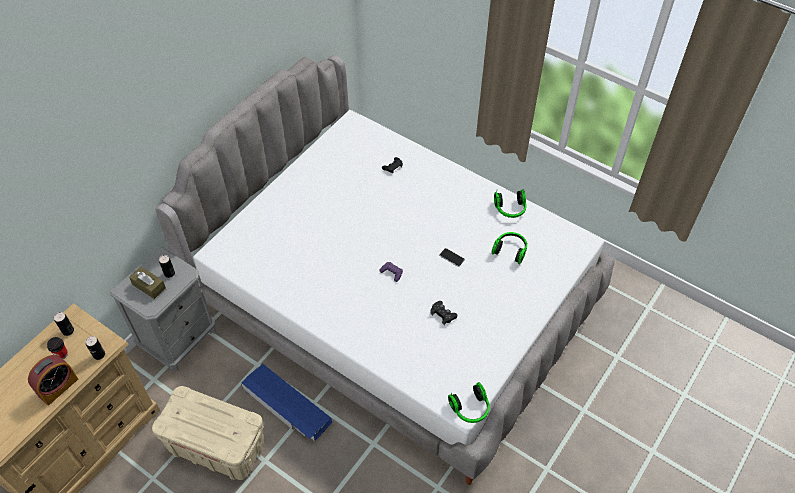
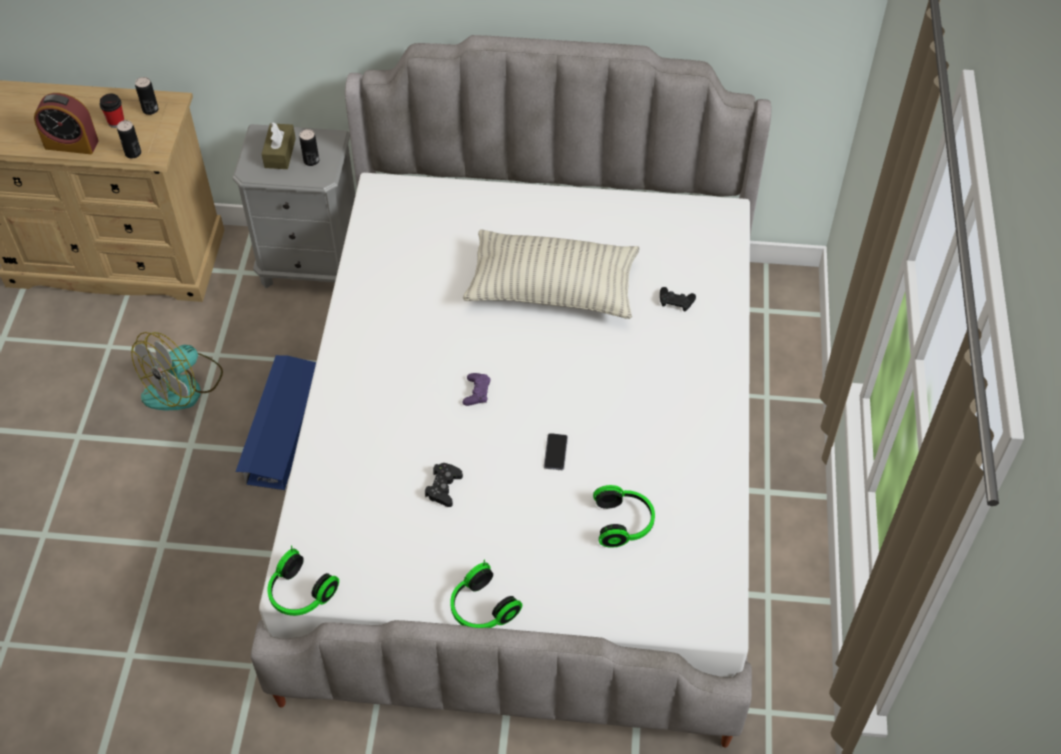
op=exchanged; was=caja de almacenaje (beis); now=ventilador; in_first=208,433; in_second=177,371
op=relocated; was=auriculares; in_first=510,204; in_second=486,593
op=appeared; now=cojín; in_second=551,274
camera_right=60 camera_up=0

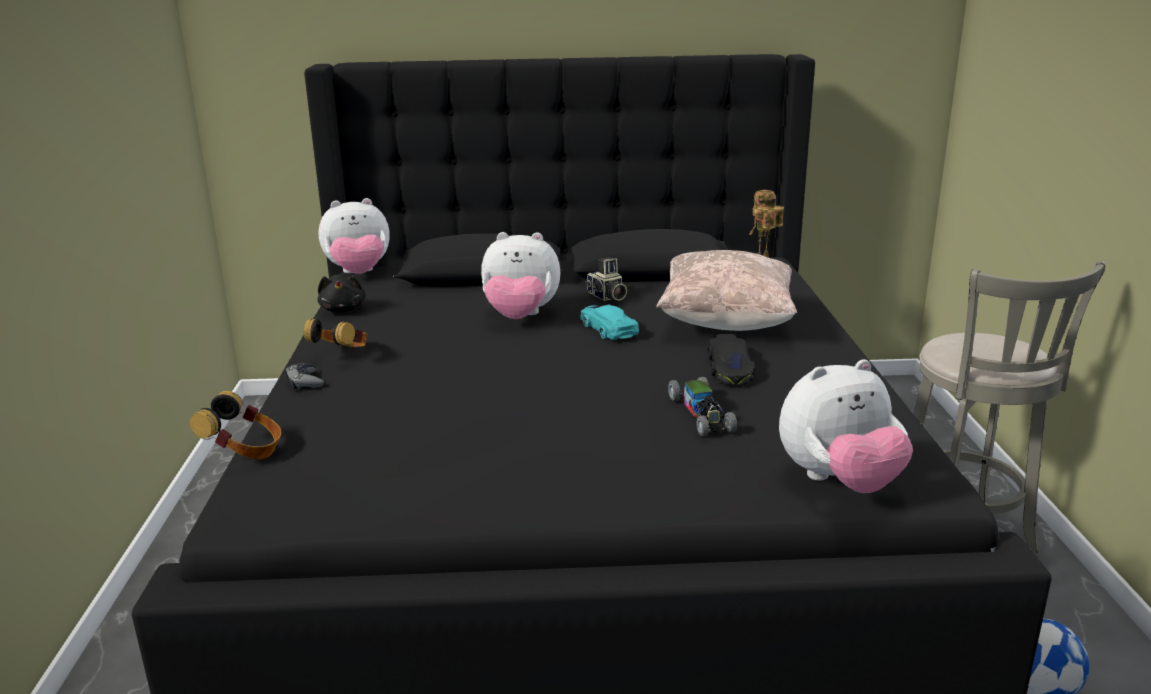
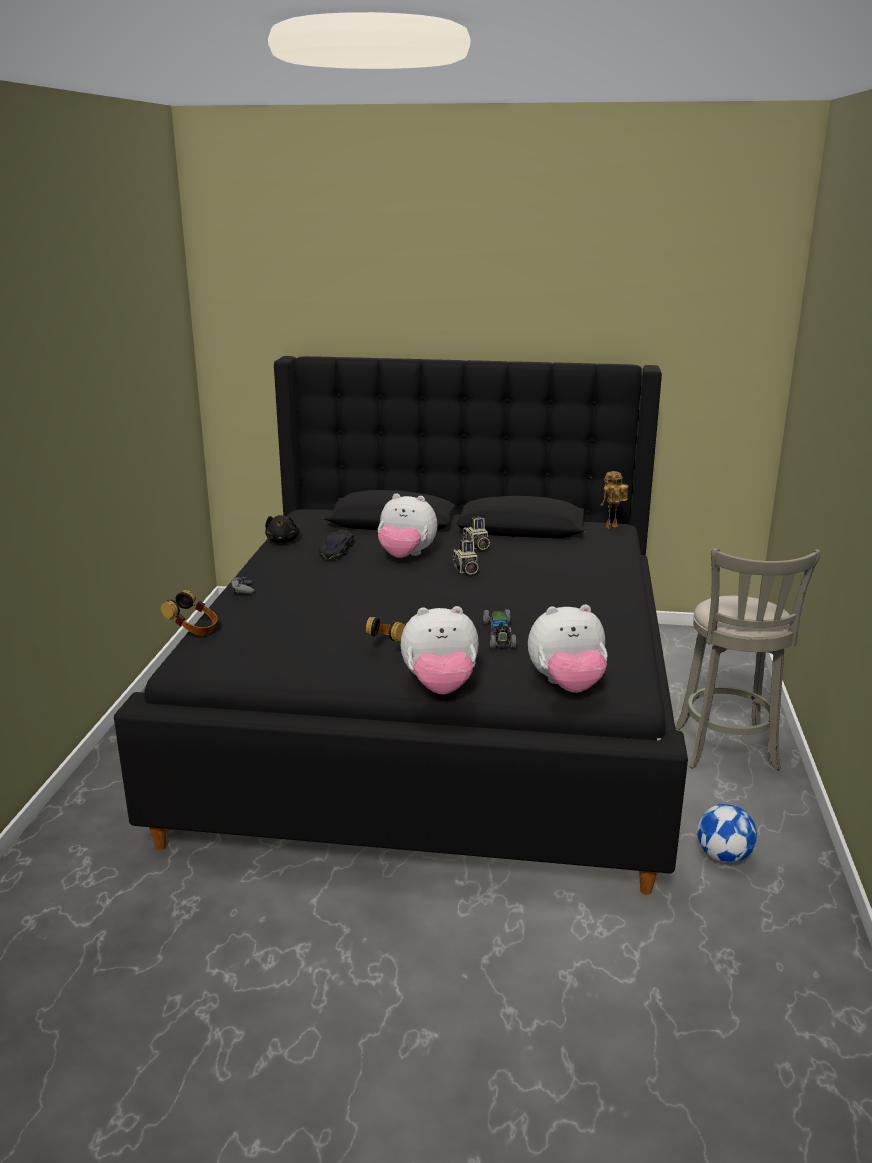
op=relocated; was=coche de juguete (negro); in_first=731,359; in_second=336,545
op=relocated; was=auriculares; in_first=335,333; in_second=386,629
op=relocated; was=peluche; in_first=354,236; in_second=440,650
op=exchanged; was=coche de juguete (turquesa); now=cámara; in_first=609,322; in_second=465,557
op=missing; was=cojín (beis); in_first=726,290
camera_right=10 camera_up=0

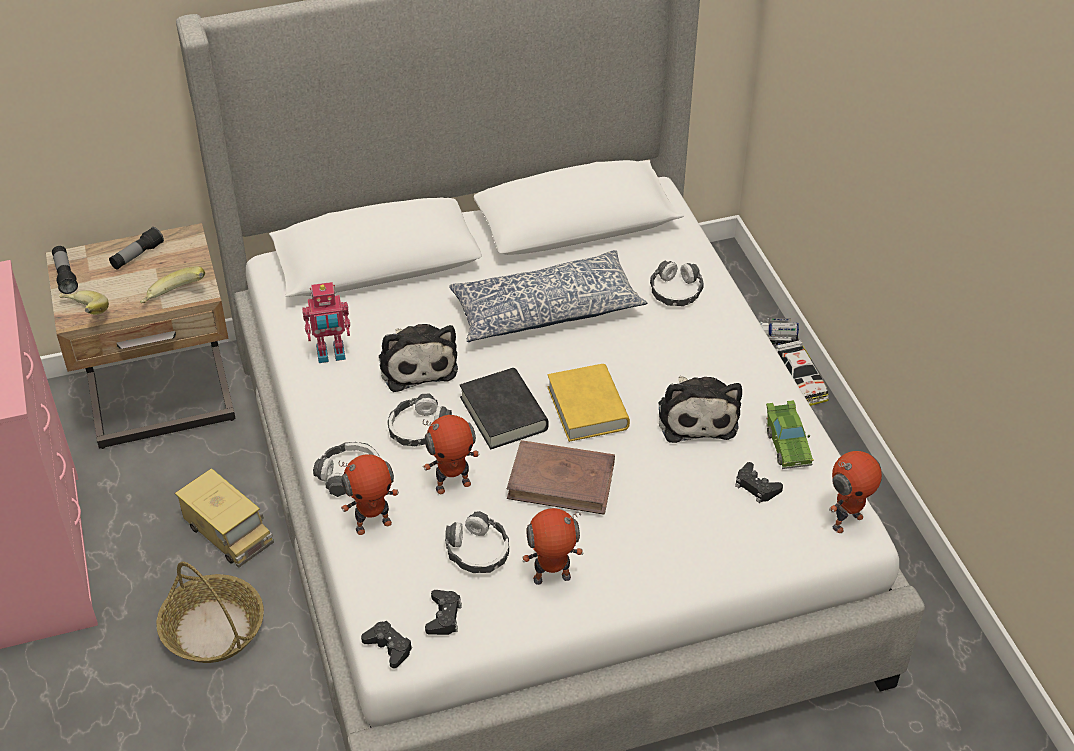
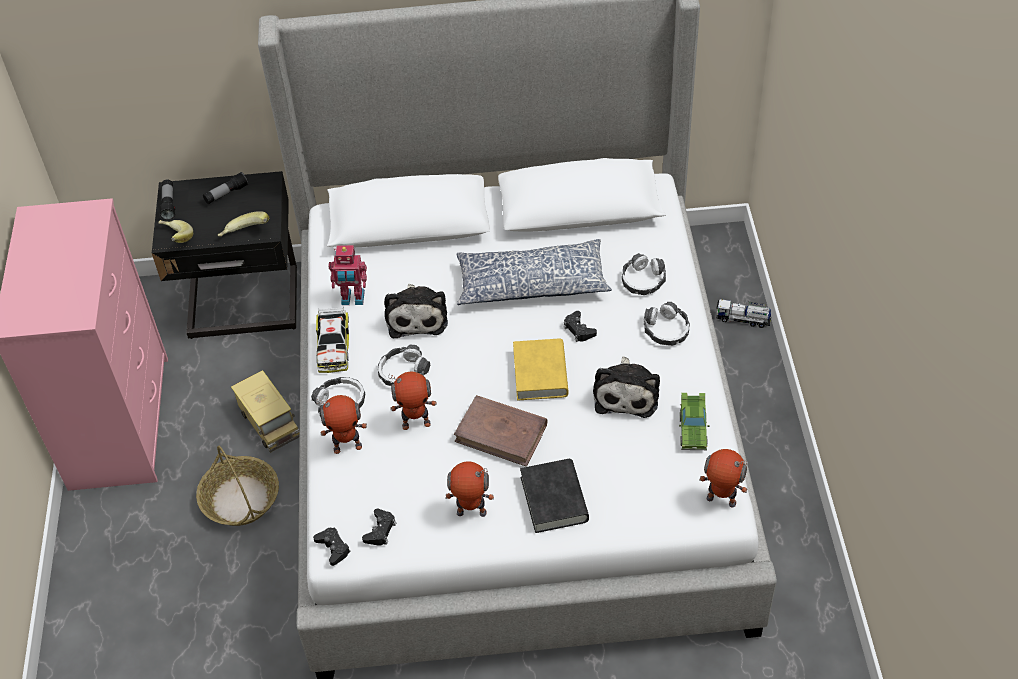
op=colour; was=mesita de noche (beis); now=mesita de noche (negro); in_first=141,336; in_second=224,255
op=relocated; was=coche de juguete; in_first=802,372; in_second=332,339
op=relocated; was=libro (negro); in_first=504,408; in_second=554,496
op=relocated; was=mando de consola (negro); in_first=759,482; in_second=580,326
op=relocated; was=auriculares; in_first=477,542; in_second=667,324
op=spun; was=robot de juguete; in_first=855,492; in_second=723,478; clockwise=-135
camera_right=15 camera_up=5

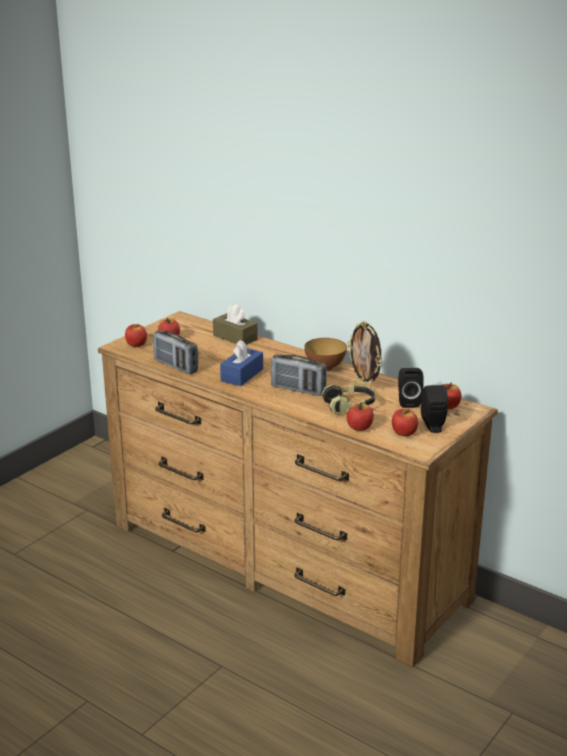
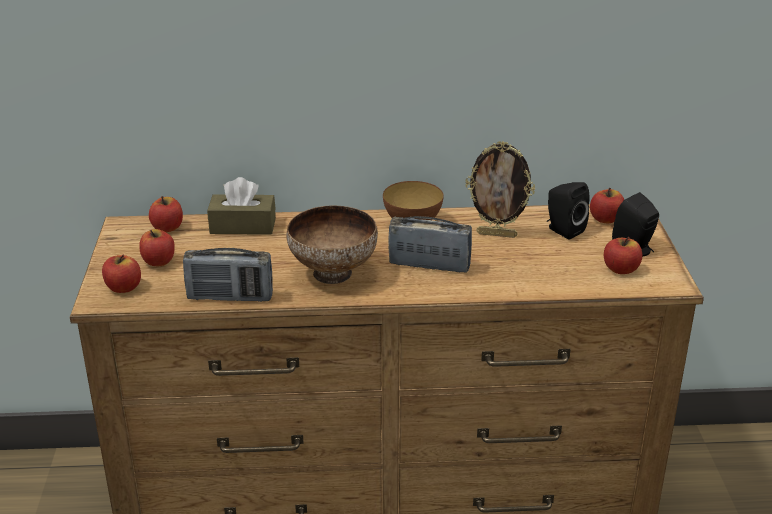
op=relocated; was=manzana; in_first=360,417; in_second=166,214
op=exchanged; was=caja de pañuelos (azul); now=cuenco; in_first=241,363; in_second=332,244
op=spun; was=radio; in_first=299,375; in_second=430,244; clockwise=-150
op=missing; was=auriculares; in_first=348,399
camera_right=-40 camera_up=5

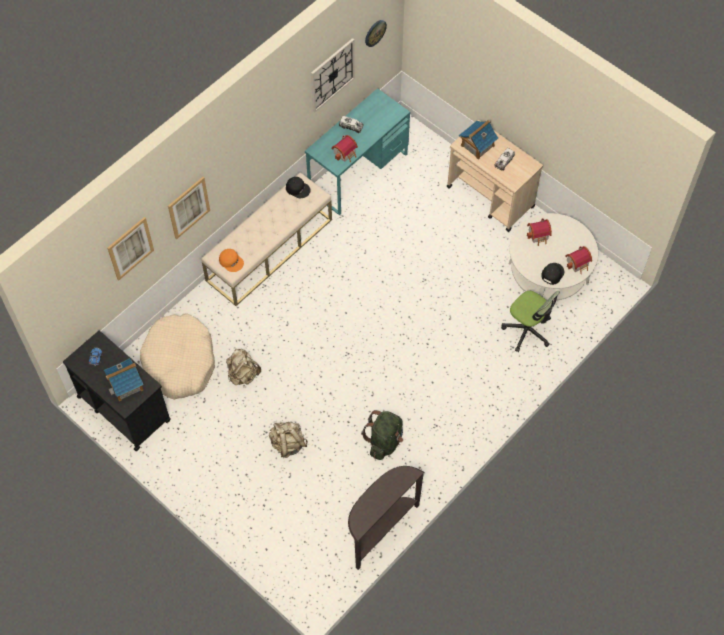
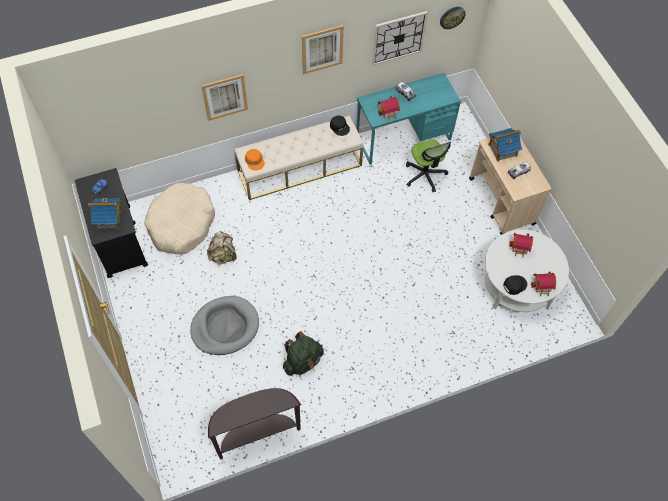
op=exchanged; was=mochila (beis); now=cama para perro (gris); in_first=288,440; in_second=224,325
op=relocated; was=cuadro; in_first=130,248; in_second=323,49
op=relocated; was=silla de oficina; in_first=530,321; in_second=428,165
camera_right=25 camera_up=0

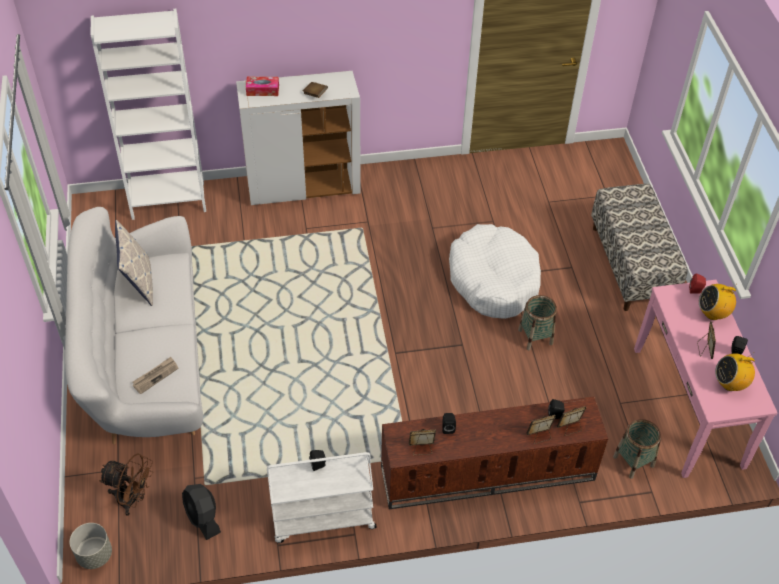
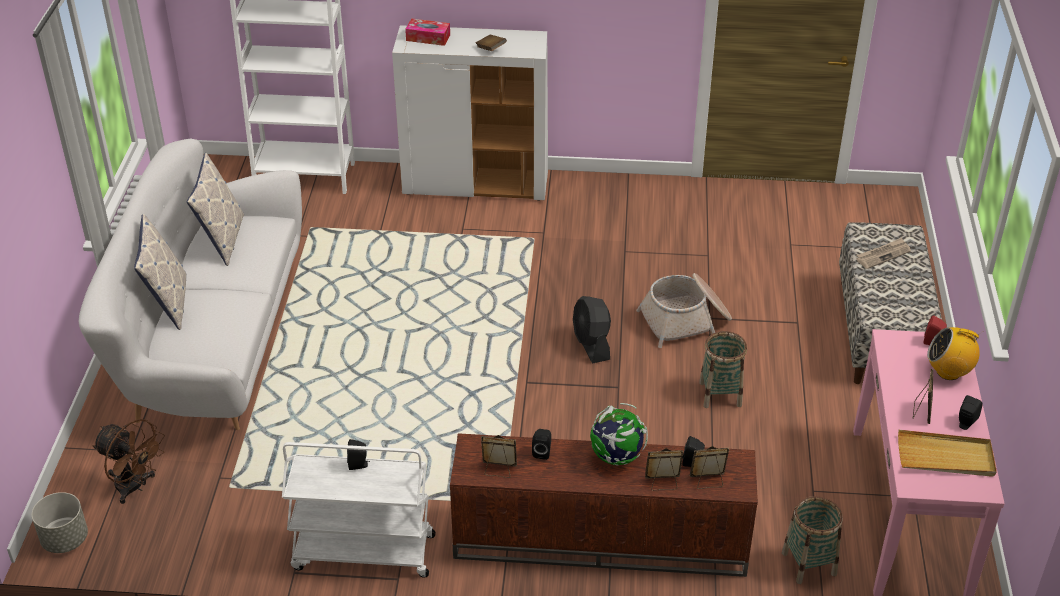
op=appeared; now=cojín; in_second=160,272
op=relocated; was=ventilador (negro); in_first=201,512; in_second=592,330
op=appeared; now=globo terráqueo; in_second=619,434
op=exchanged; was=cama para perro (blanco); now=cesta; in_first=495,271; in_second=684,310
op=relocated; was=periódico; in_first=155,375; in_second=883,253
op=exchanged; was=radio; now=bandeja (beis); in_first=735,372; in_second=947,453
camera_right=15 camera_up=-10

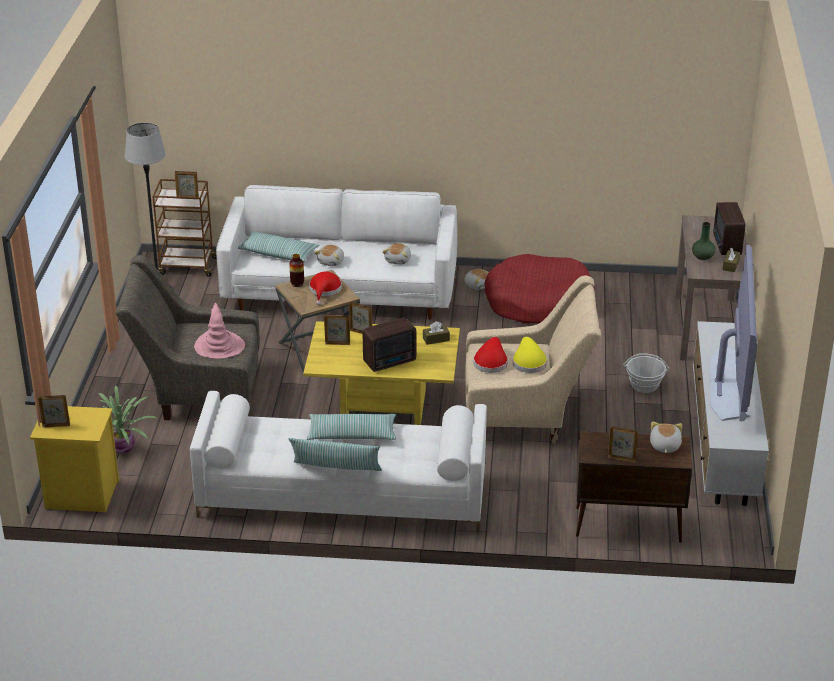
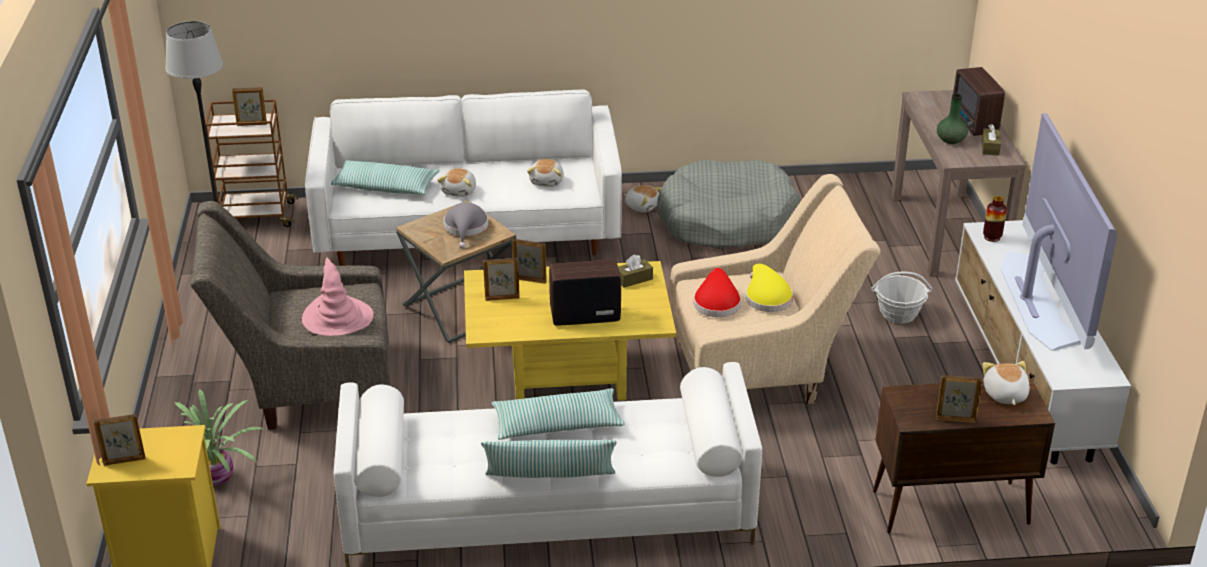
op=colour; was=sombrero (rojo); now=sombrero (gris); in_first=325,288; in_second=466,225
op=spun; was=radio; in_first=390,344; in_second=585,293; clockwise=-150
op=colour; was=cama para perro (rojo); now=cama para perro (gris); in_first=539,288; in_second=729,204
op=relocated; was=florero; in_first=296,270; in_second=995,219
camera_right=-10 camera_up=0

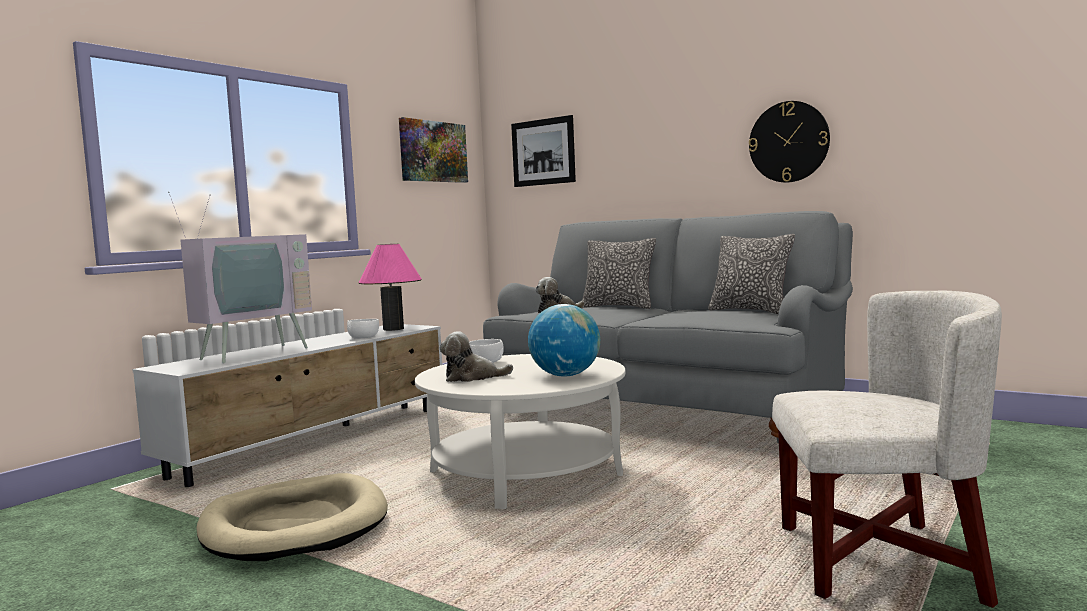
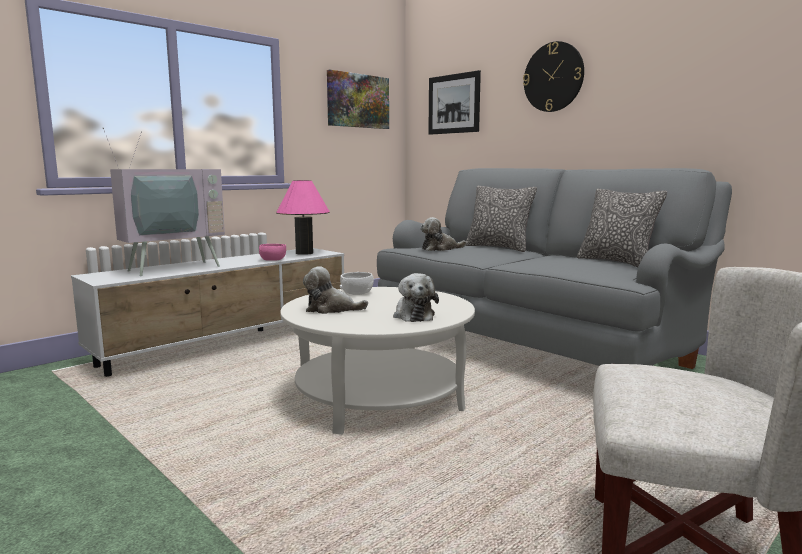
op=colour; was=cuenco (blanco); now=cuenco (rosa); in_first=363,329; in_second=272,252
op=exchanged; was=globo terráqueo; now=peluche; in_first=564,340; in_second=416,297
op=relocated; was=reloj de pared; in_first=789,141; in_second=553,76
op=missing; was=cama para perro (beis); in_first=292,517
camera_right=10 camera_up=5

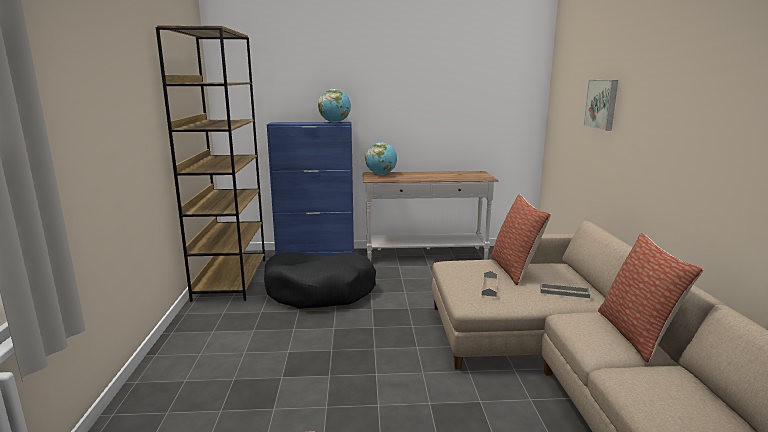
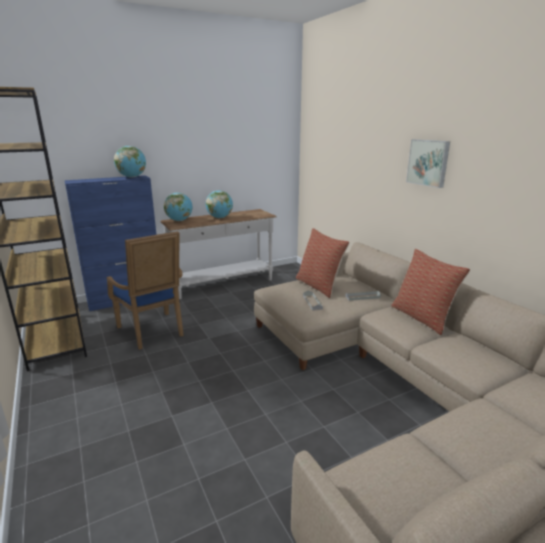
op=exchanged; was=cama para perro (negro); now=sillón (azul); in_first=320,280; in_second=145,290
op=appeared; now=globo terráqueo; in_second=219,204
op=relocated; was=cuadro; in_first=600,105; in_second=428,163
camera_right=-25 camera_up=5

